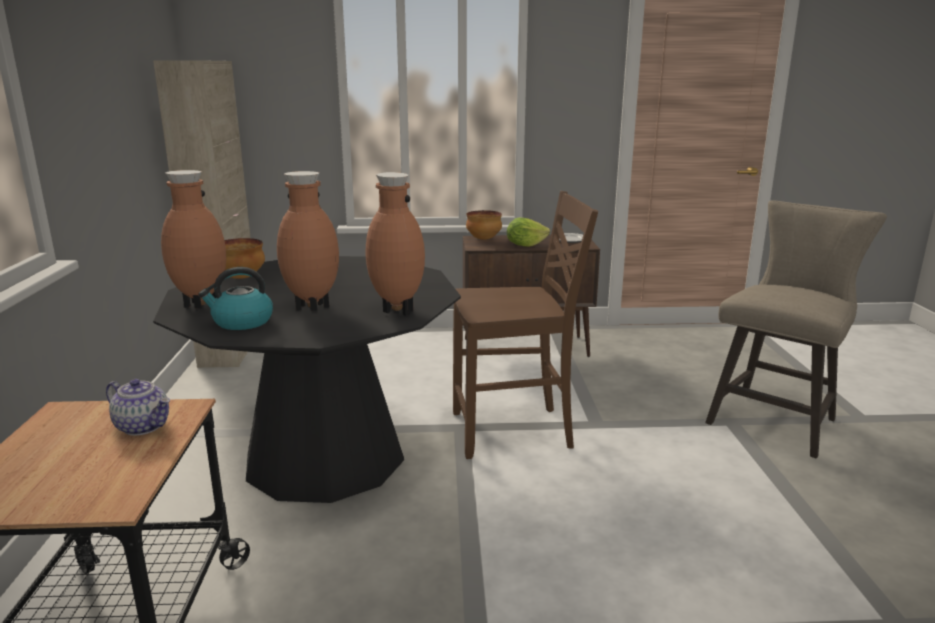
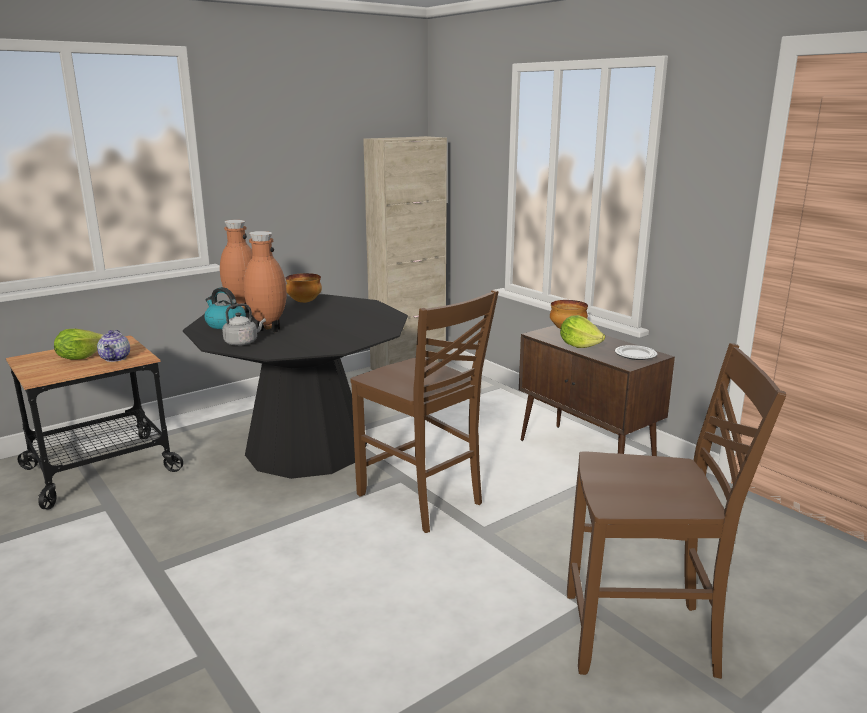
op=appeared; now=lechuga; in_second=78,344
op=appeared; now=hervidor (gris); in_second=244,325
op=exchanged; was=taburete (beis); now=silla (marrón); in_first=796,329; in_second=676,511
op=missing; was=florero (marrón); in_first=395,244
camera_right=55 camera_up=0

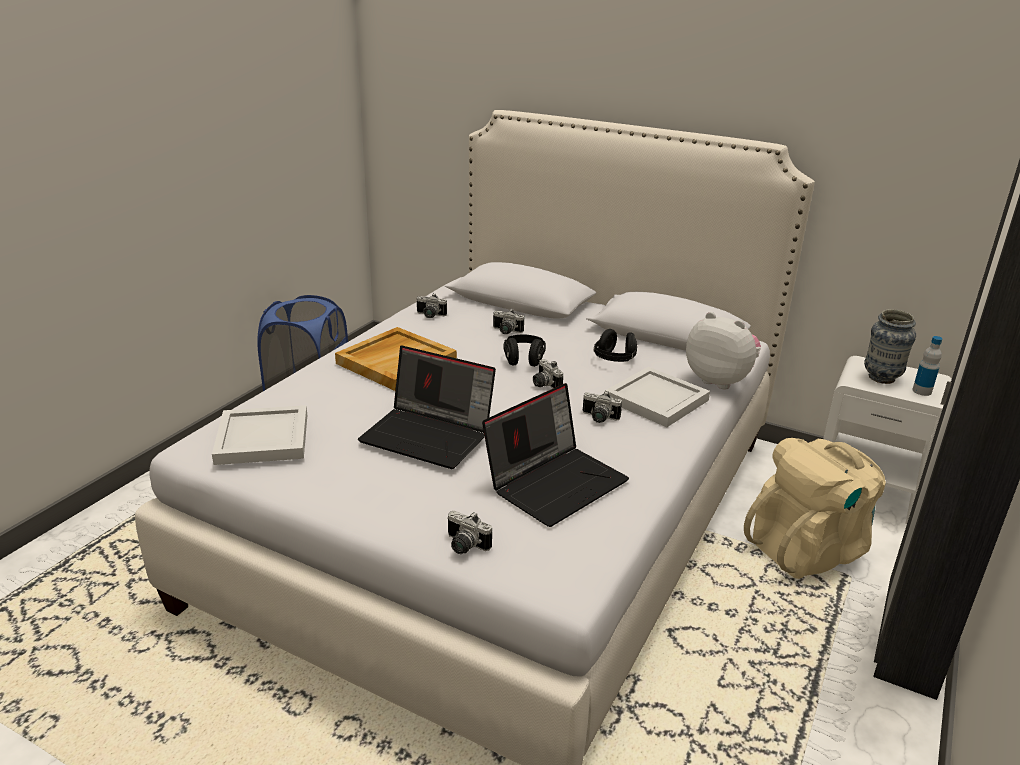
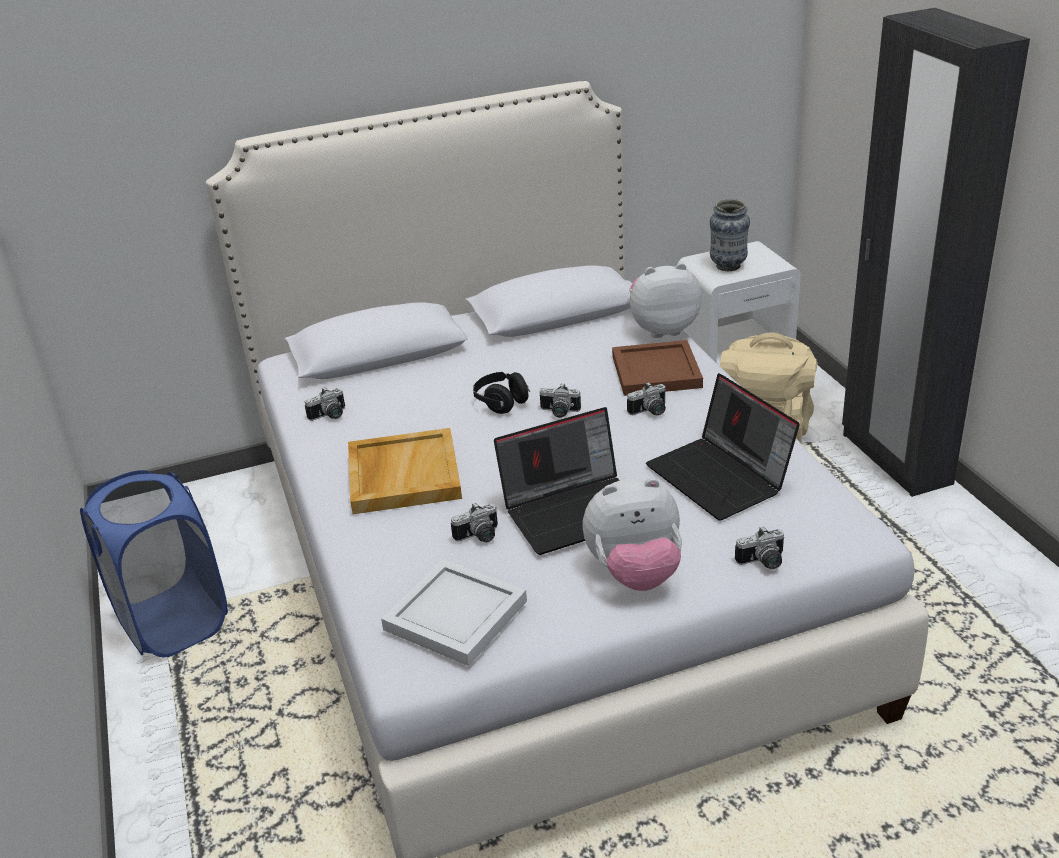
op=relocated; was=cámara; in_first=508,321; in_second=474,522
op=appeared; now=peluche; in_second=632,534
op=colour; was=bandeja (blanco); now=bandeja (marrón); in_first=657,397; in_second=657,368
op=spun; was=portátil; in_first=555,455; in_second=723,447; clockwise=150
op=missing; was=auriculares (negro); in_first=615,345
op=missing; was=botella; in_first=927,366
camera_right=-45 camera_up=5

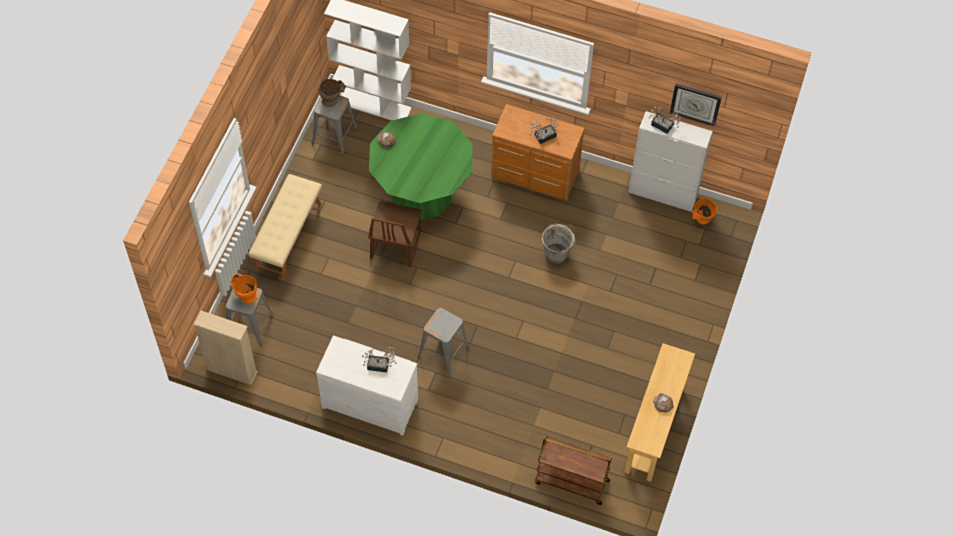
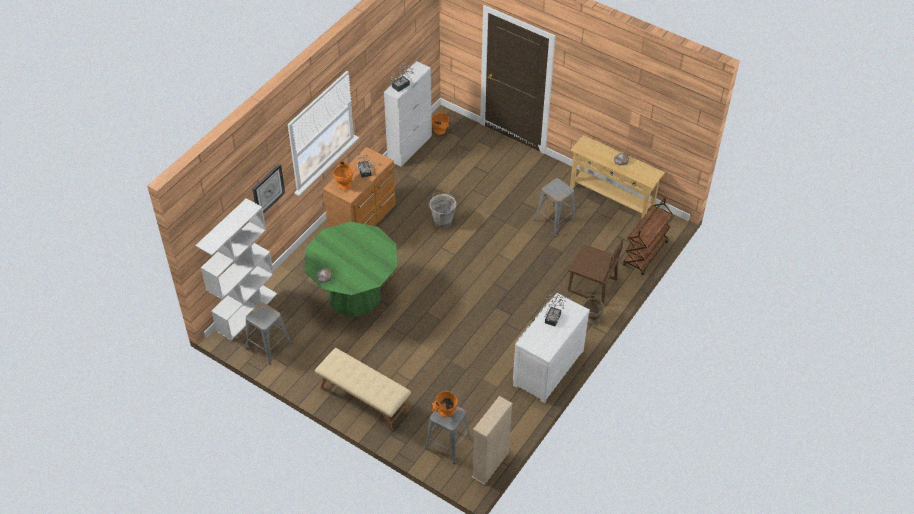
op=relocated; was=reloj de pared; in_first=696,105; in_second=268,189
op=appeared; now=florero (naranja); in_second=343,175
op=relocated; was=taburete (gris); in_first=443,341; in_second=555,207
op=relocated; was=silla (marrón); in_first=395,234; in_second=596,271
op=relocated; was=florero (beis); in_first=333,93; in_second=594,309
camera_right=-75 camera_up=-10

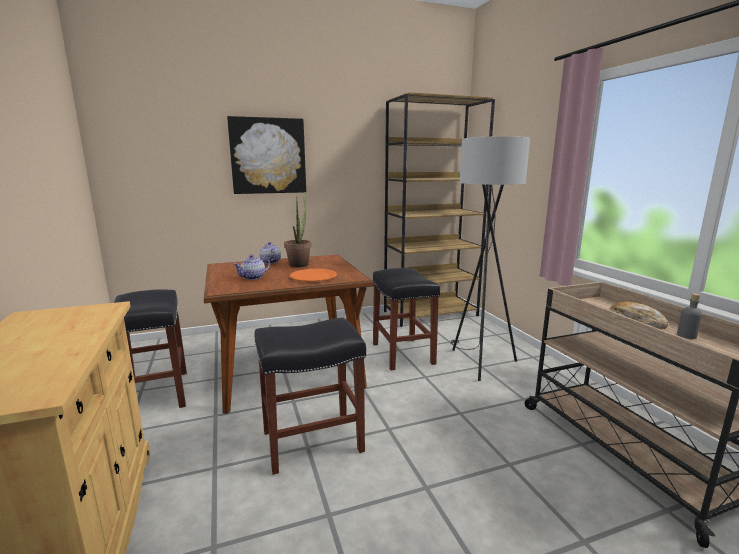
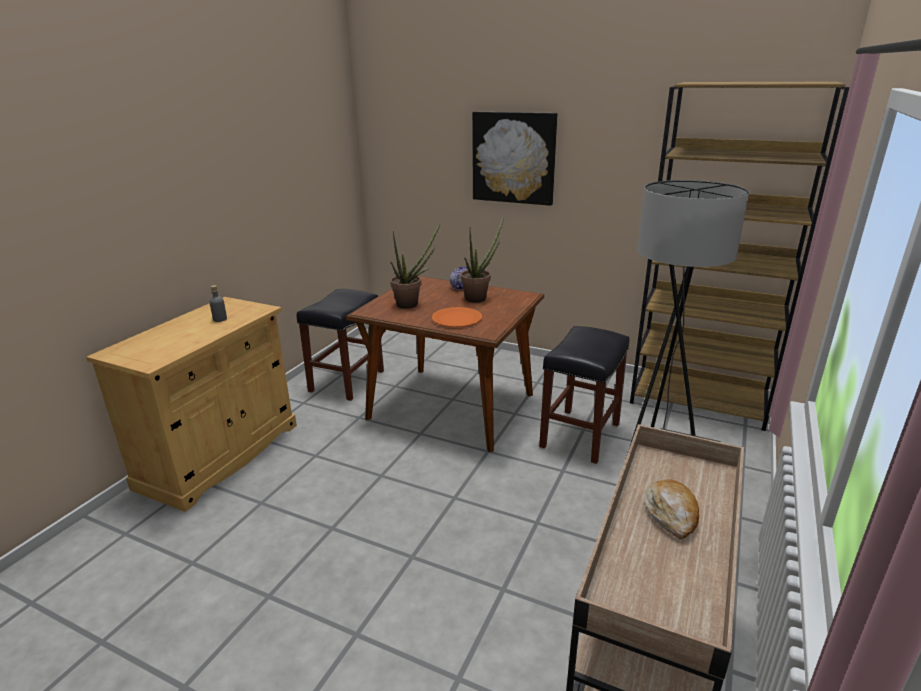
op=relocated; was=botella (gris); in_first=689,316; in_second=218,303
op=exchanged; was=tetera; now=planta en maceta; in_first=252,267; in_second=415,266
op=missing; was=taburete (negro); in_first=310,396
camera_right=45 camera_up=10

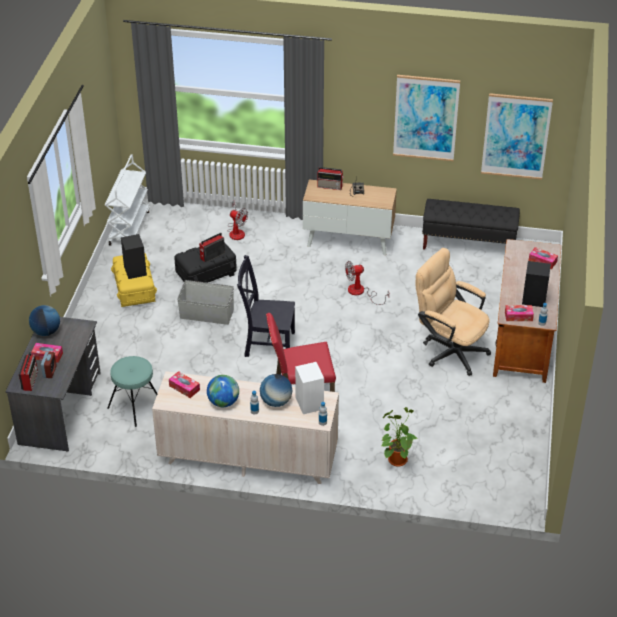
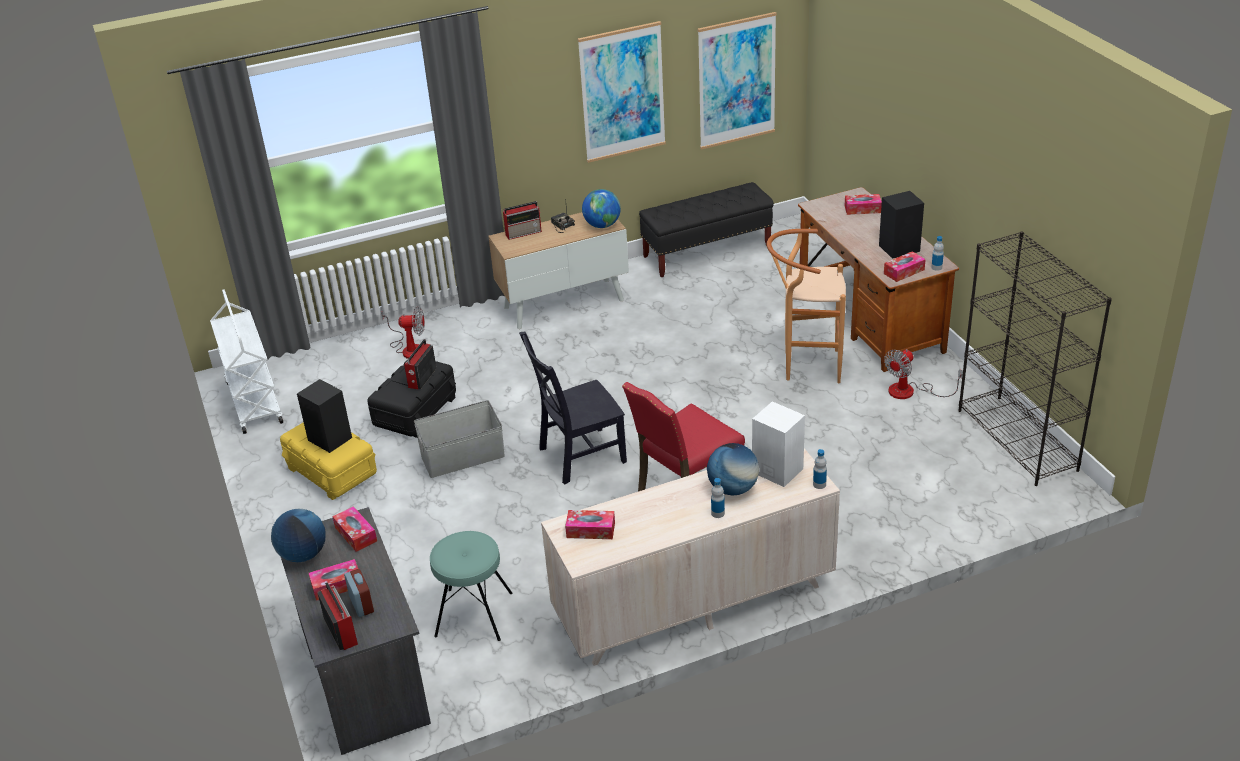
op=appeared; now=caja de pañuelos; in_second=354,529
op=relocated; was=globo terráqueo; in_first=223,391; in_second=601,208
op=exchanged; was=silla de oficina (beis); now=taburete (marrón); in_first=453,312; in_second=806,306
op=relocated; was=ventilador; in_first=367,283; in_second=923,374
op=appeared; now=estantería (negro); in_second=1035,358
op=missing; was=planta en maceta; in_first=400,437
camera_right=-30 camera_up=-5

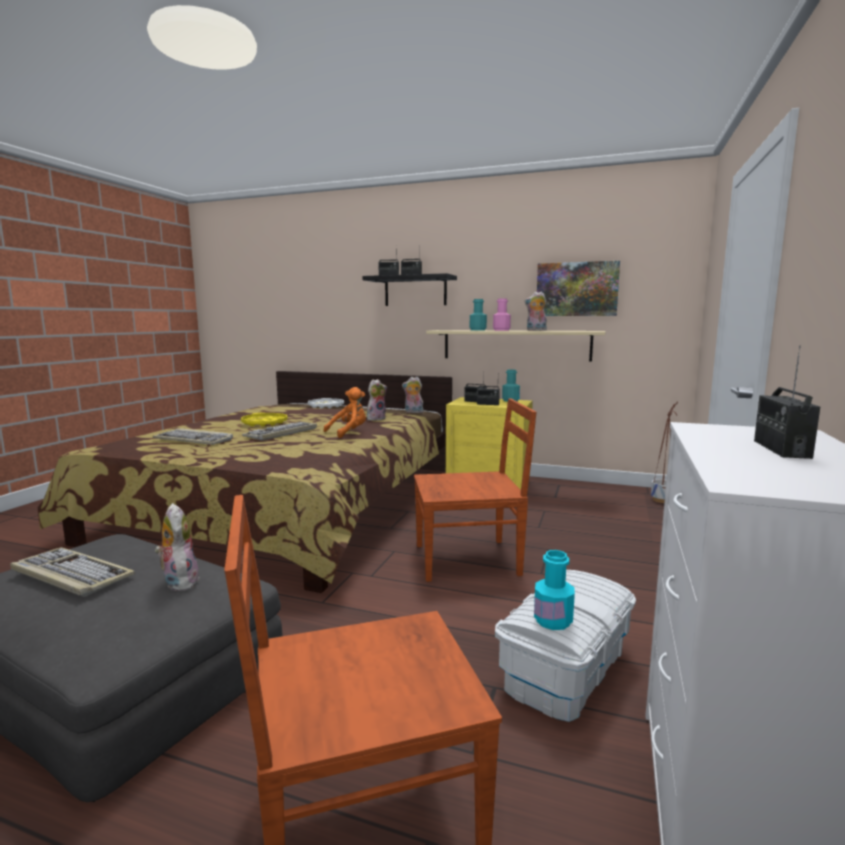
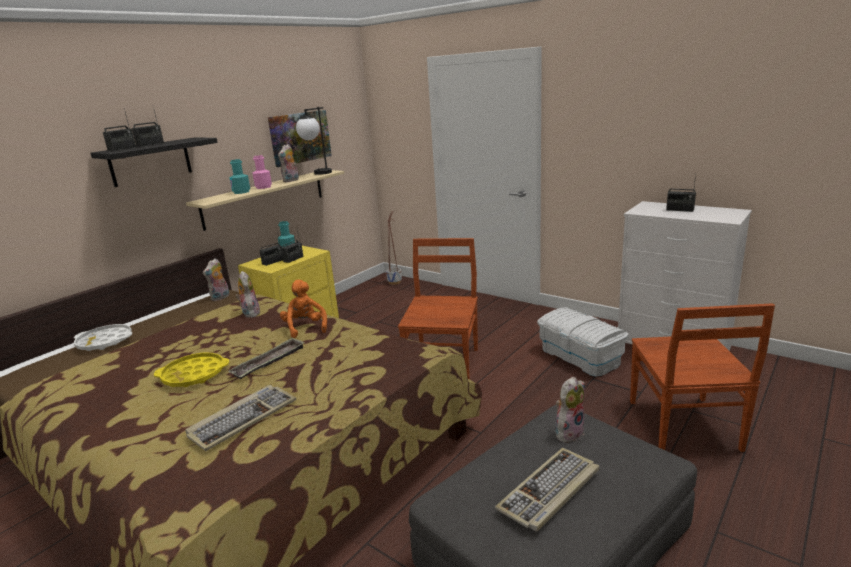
op=exchanged; was=teclado; now=bandeja; in_first=279,431; in_second=266,358
op=appeared; now=lámpara de mesa; in_second=314,141
op=spun; was=peluche; in_first=177,547; in_second=570,410; clockwise=150
op=missing; was=botella (turquesa); in_first=554,590
camera_right=-70 camera_up=10

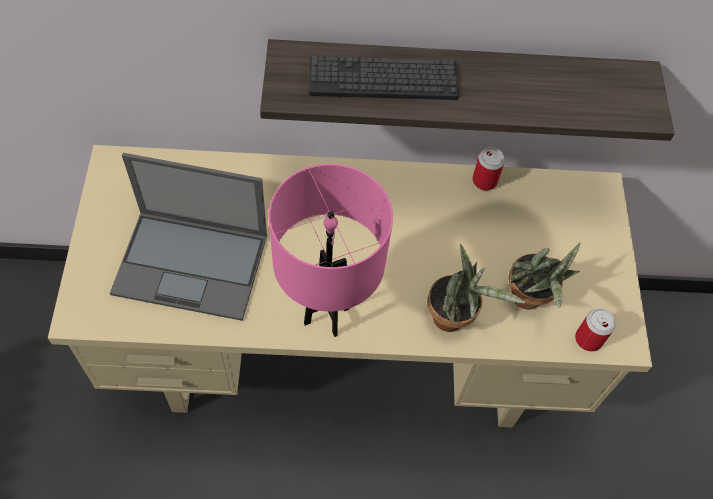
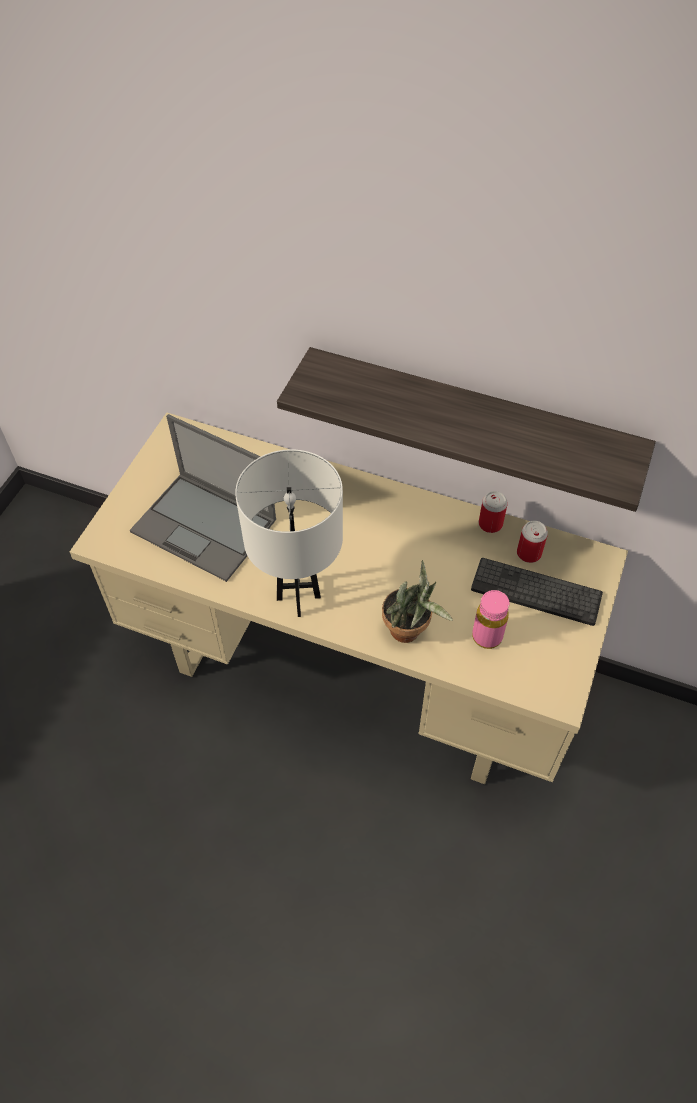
op=colour; was=lámpara de mesa (rosa); now=lámpara de mesa (blanco); in_first=331,250; in_second=289,533
op=relocated; was=teclado; in_first=384,78; in_second=537,592
op=exchanged; was=planta en maceta; now=botella (rosa); in_first=545,275; in_second=491,619
op=relocated; was=lata; in_first=595,330; in_second=532,542
camera_right=25 camera_up=-5

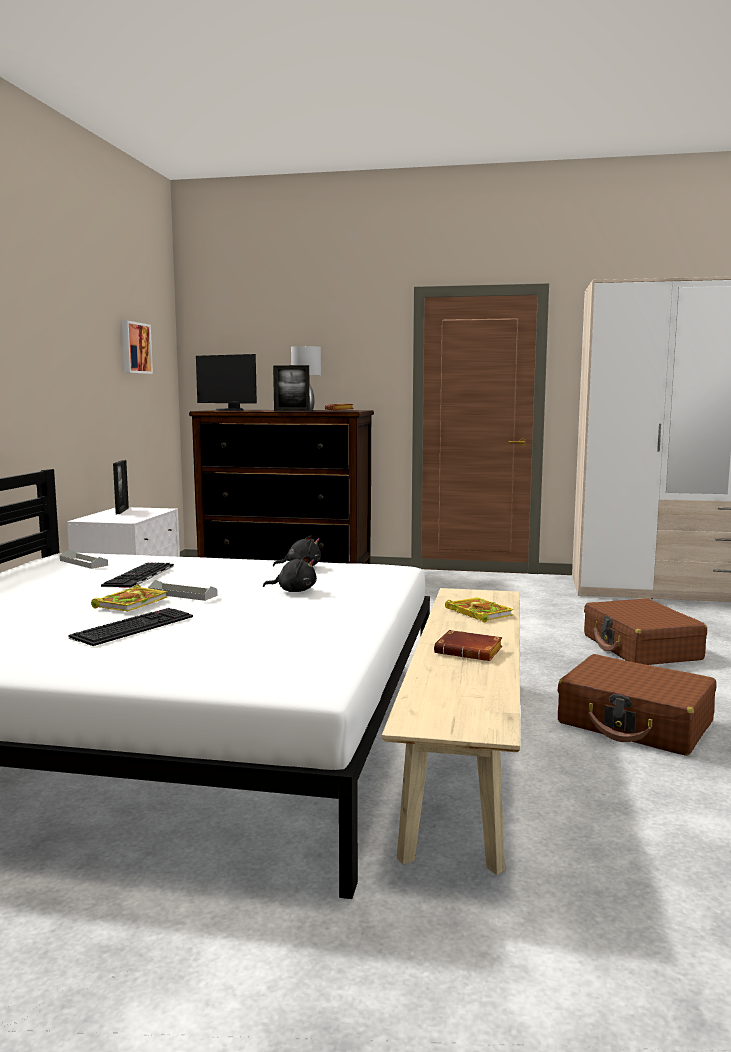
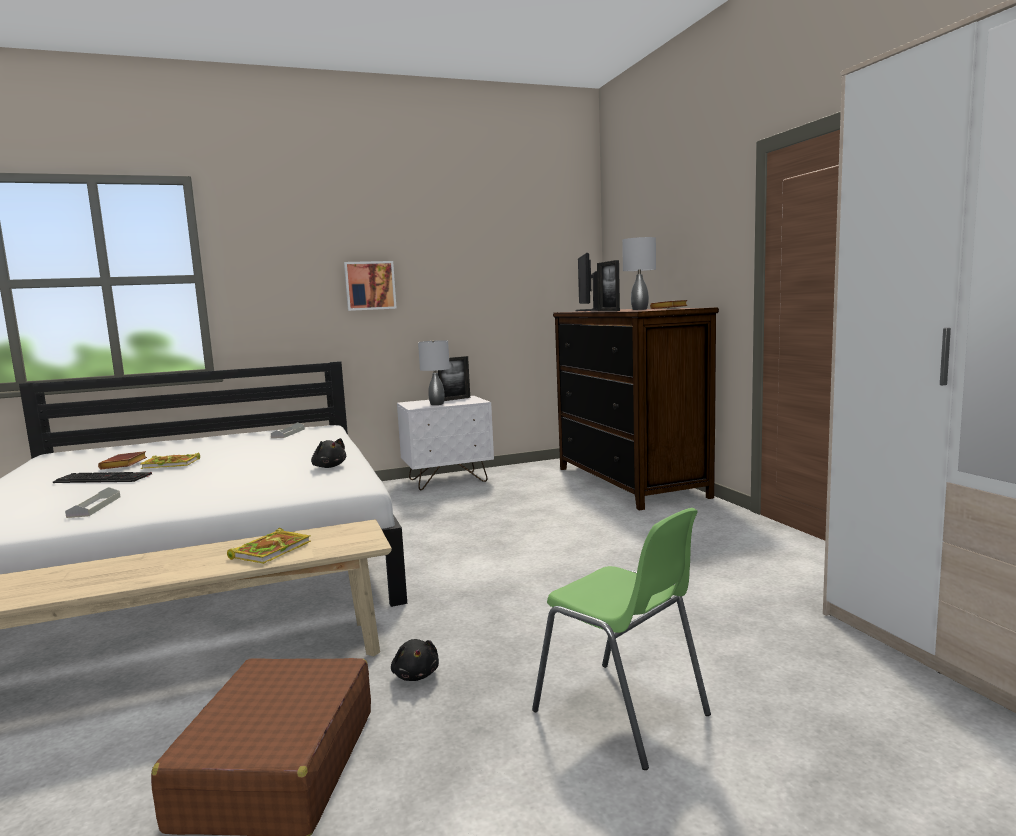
op=relocated; was=bandeja (gris); in_first=183,590; in_second=92,502
op=relocated; was=libro (marrón); in_first=468,645; in_second=122,460
op=relocated; was=cuadro; in_first=137,347; in_second=370,286
op=relocated; was=peluche (negro); in_first=290,573; in_second=415,660
op=appeared; now=lámpara de mesa (gris); in_second=434,372
op=exchanged; was=maleta (marrón); now=silla (verde); in_first=645,631; in_second=621,639
op=missing; was=teclado; in_first=137,575
camera_right=60 camera_up=0

